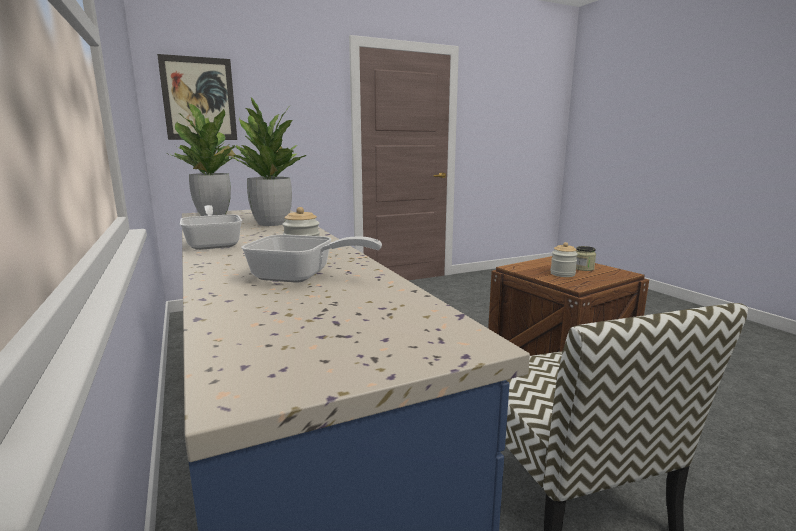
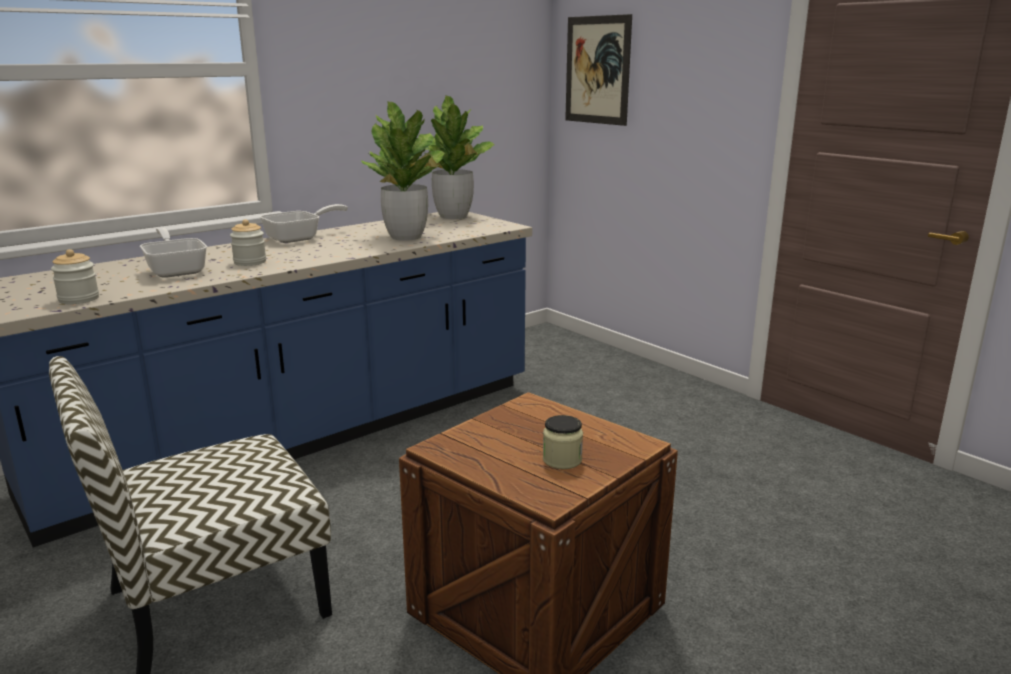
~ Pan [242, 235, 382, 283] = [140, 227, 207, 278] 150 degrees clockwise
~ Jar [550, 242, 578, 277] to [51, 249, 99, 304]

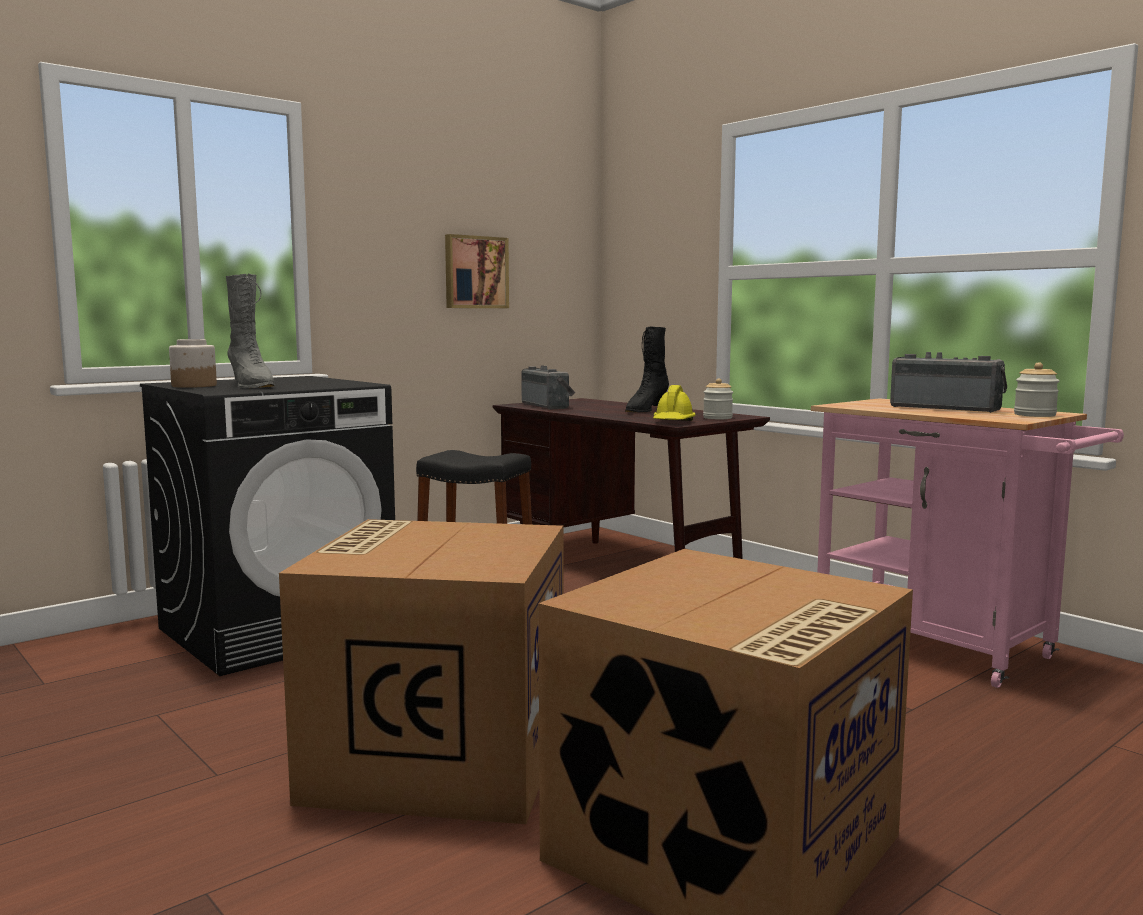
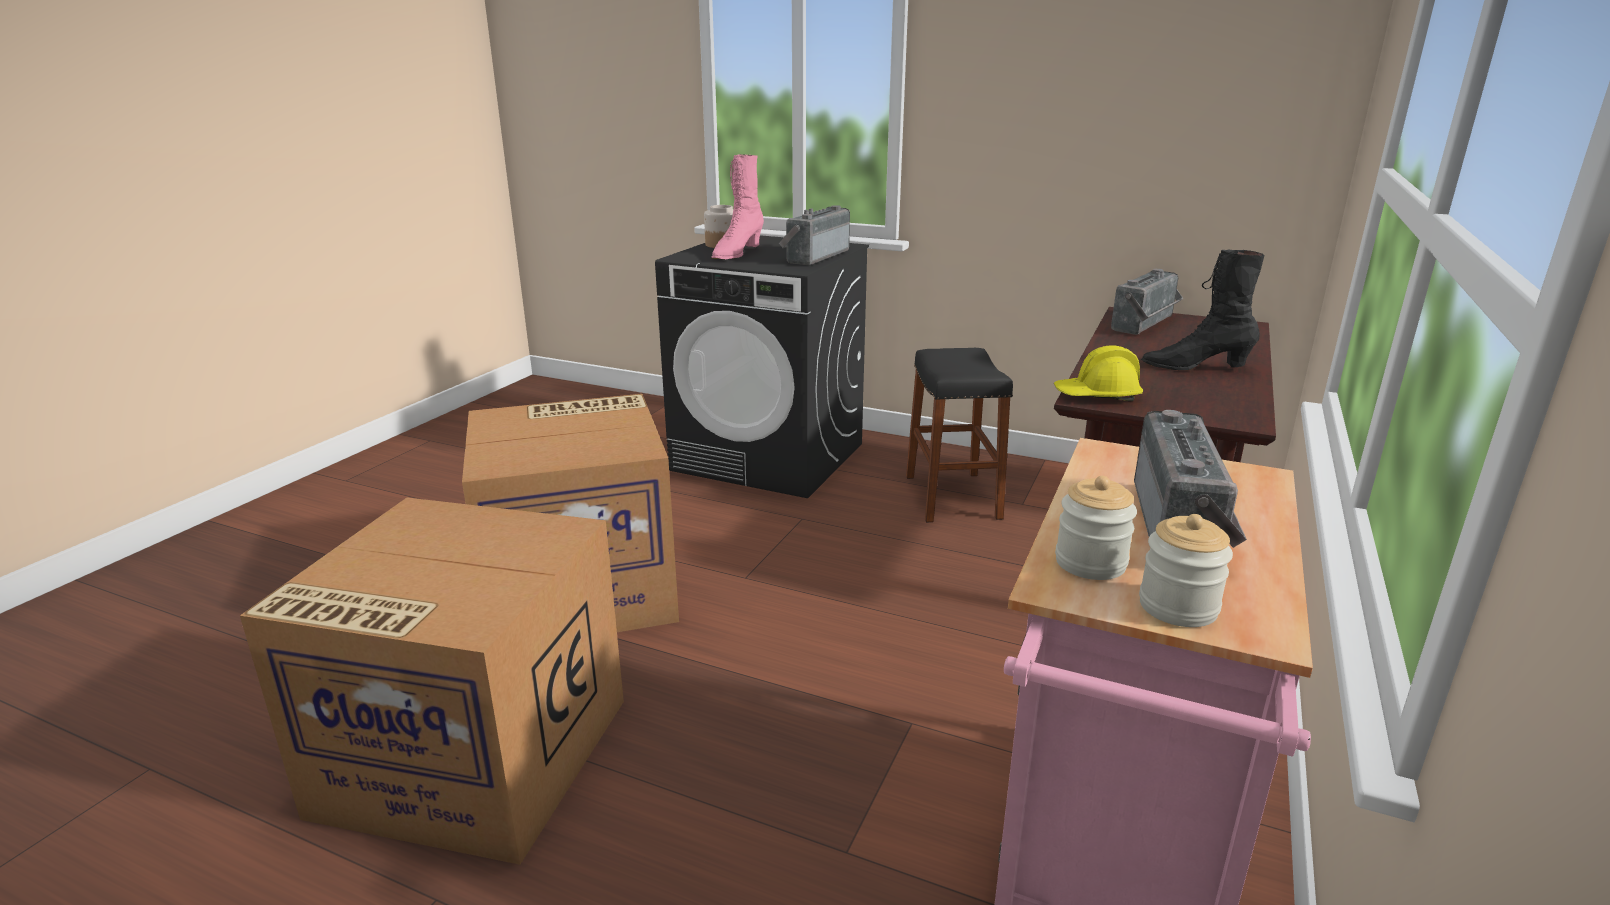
~ GreyHighTopBoot [226, 274, 275, 388] to PinkHighTopBoot [711, 154, 764, 259]
- WallArt [445, 234, 509, 308]
~ Jar [703, 378, 733, 419] to [1055, 476, 1137, 580]
+ RadioSet [779, 205, 850, 265]

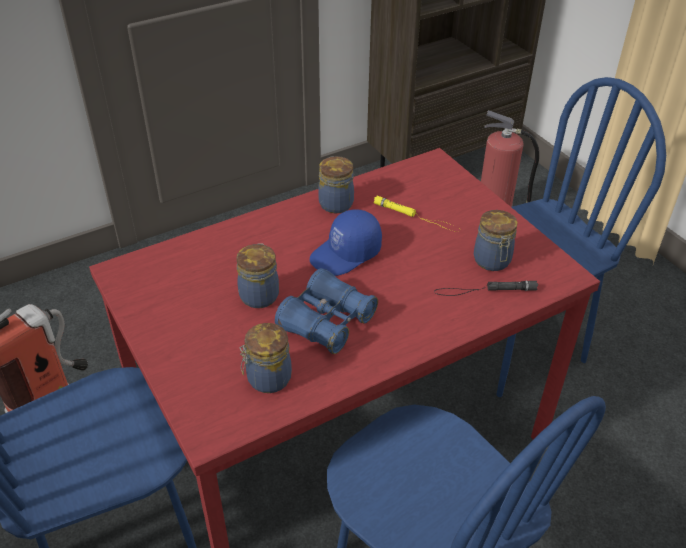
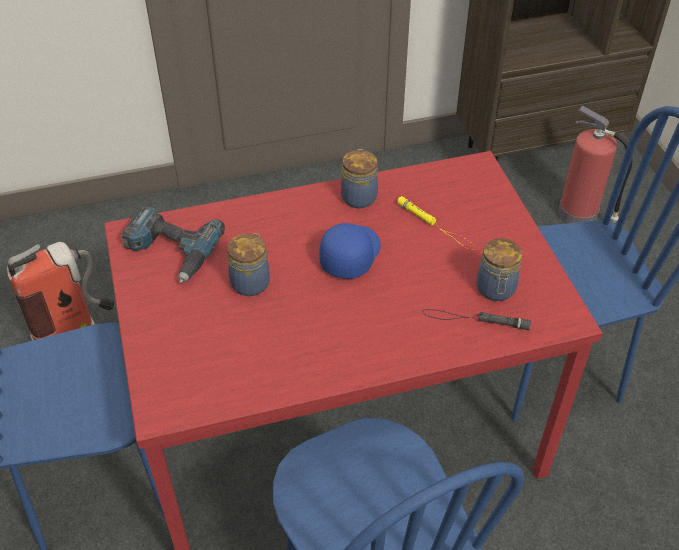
- Jar [239, 323, 292, 393]
- BlueColouredFieldGlasses [275, 268, 378, 354]
~ BlueColouredPeakedCap [310, 209, 382, 276] = [319, 223, 381, 279] 135 degrees clockwise
+ Drill [121, 206, 225, 283]

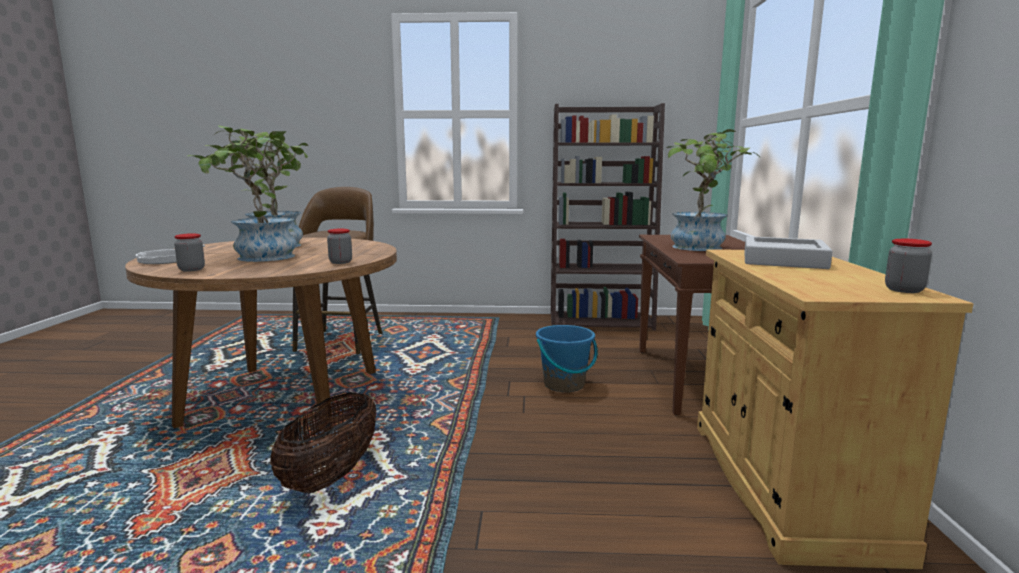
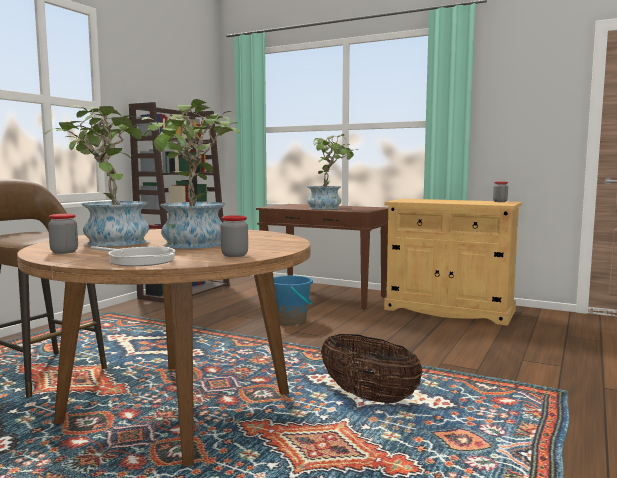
~ Jar [327, 229, 352, 264] to [48, 214, 78, 254]
- GreyTray [744, 236, 833, 269]

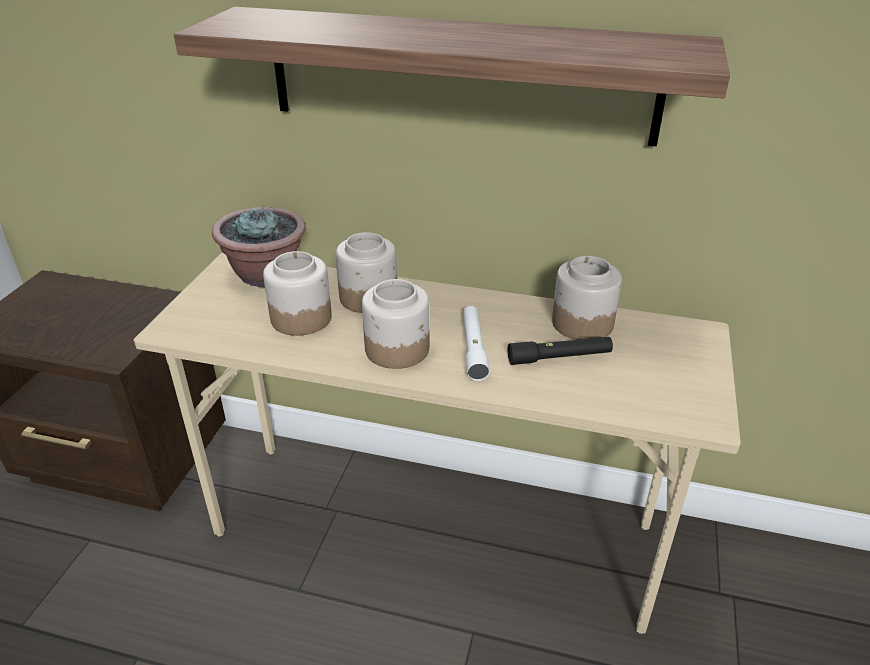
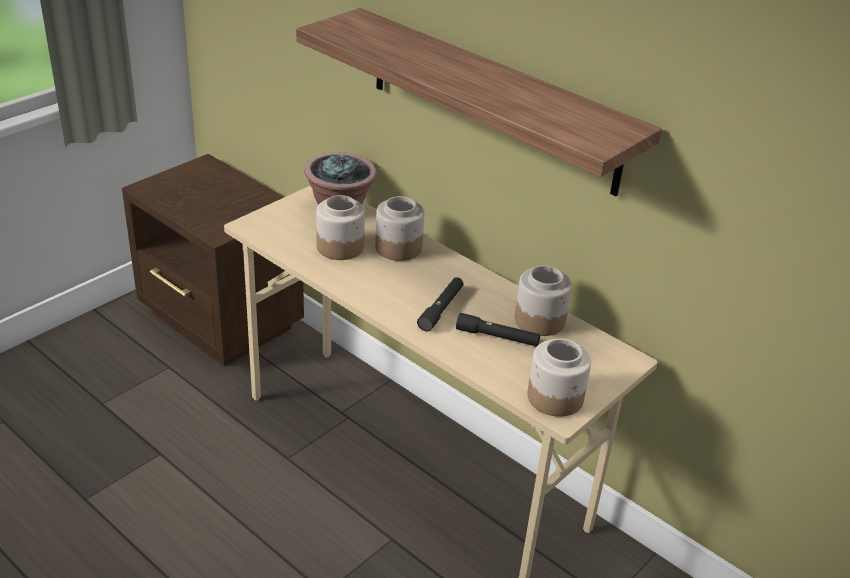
~ Jar [362, 279, 429, 369] to [527, 339, 591, 417]
~ WhiteTorch [463, 306, 490, 381] to BlackColouredTorch [417, 277, 463, 332]

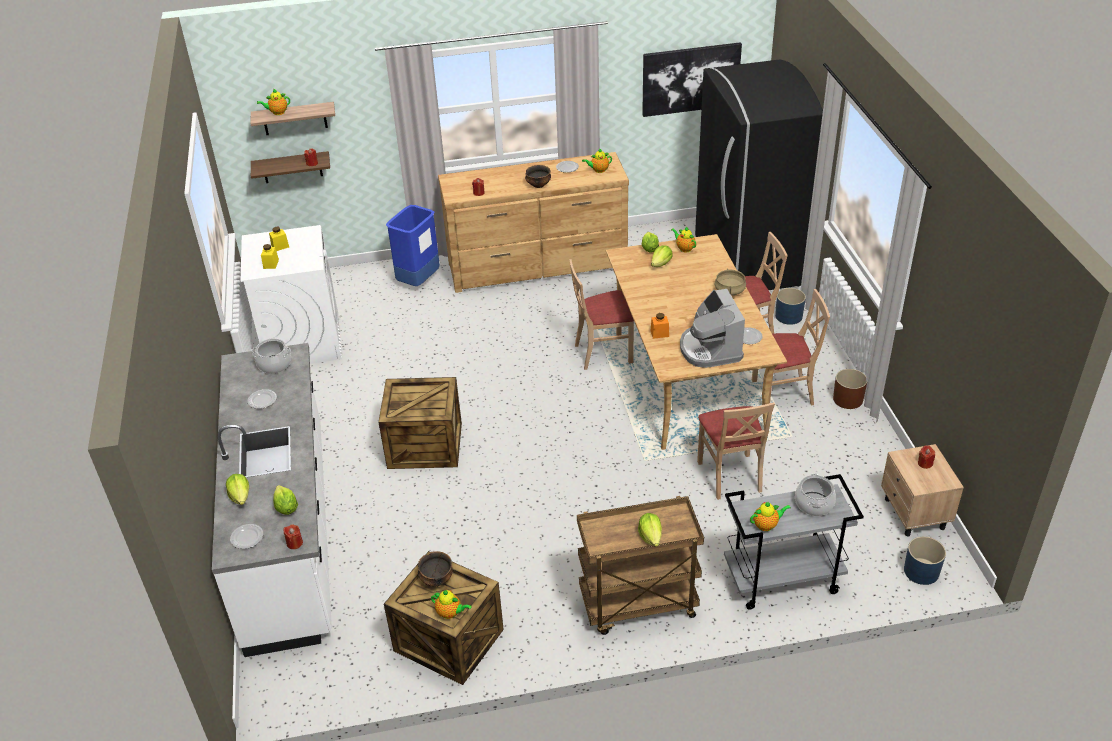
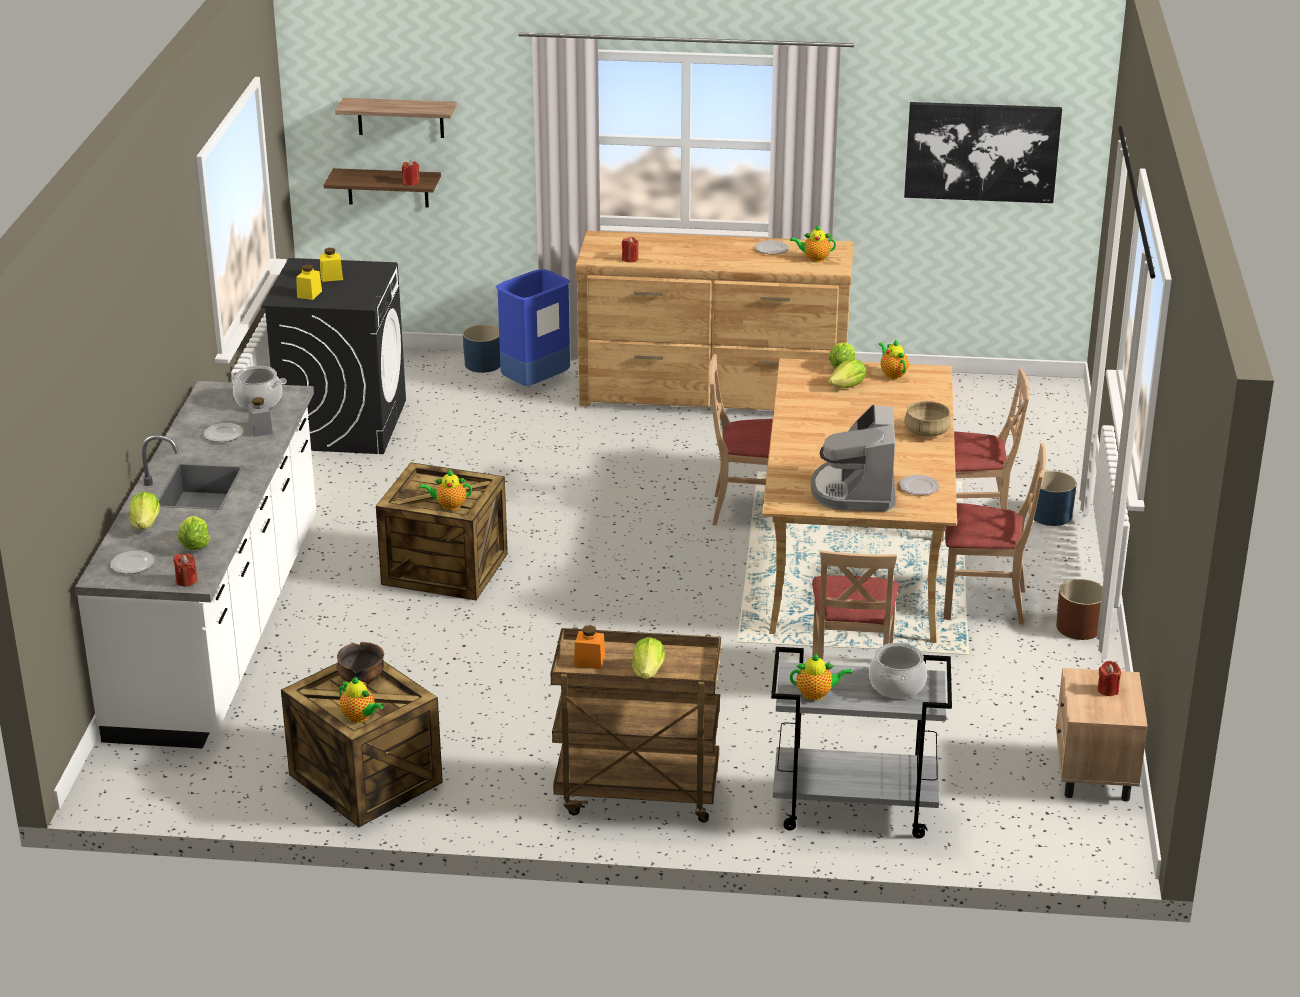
~ WhiteLaundryAppliance [241, 225, 342, 364] to BlackColouredLaundryAppliance [261, 258, 406, 454]
~ PotForTea [257, 88, 290, 115] to [420, 470, 472, 510]
- Bowl [525, 165, 551, 188]
~ OrangeJar [651, 313, 669, 339] to [574, 625, 605, 669]
- BlackColouredRefrigerator [695, 59, 823, 290]
~ BlueColouredPlanter [904, 536, 946, 585] to [463, 325, 500, 373]
+ GreyJar [248, 397, 273, 437]

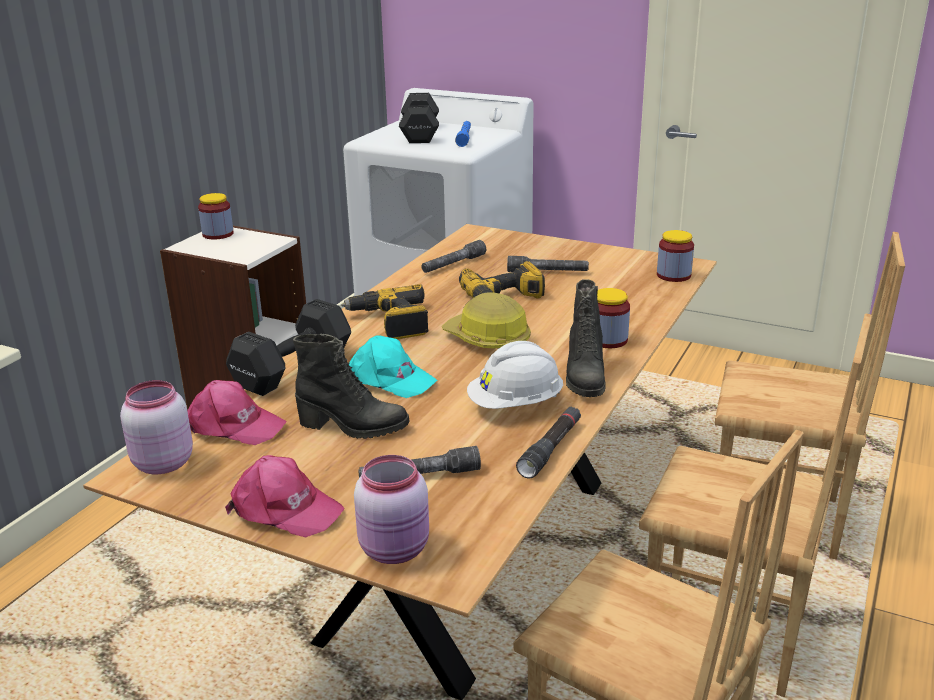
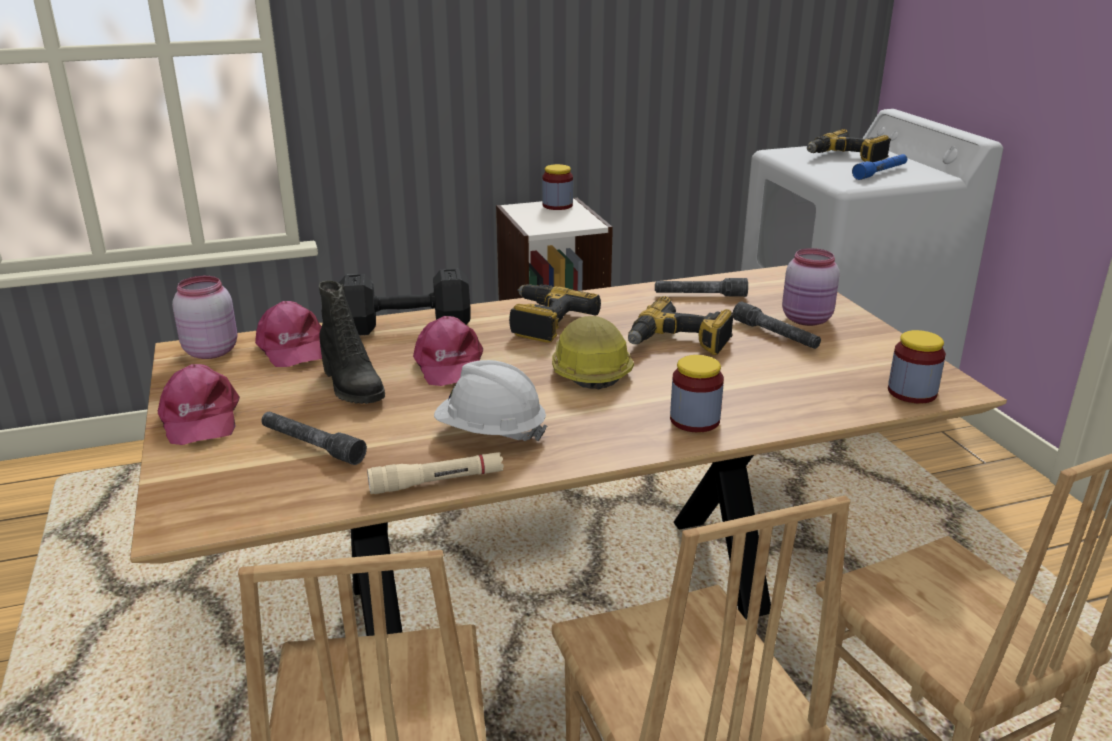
~ TurquoisePeakedCap [349, 336, 437, 398] to PinkPeakedCap [413, 316, 483, 386]
~ PinkJar [354, 455, 429, 564] to [782, 248, 840, 326]
~ BlackColouredDumbbell [399, 93, 439, 143] to Drill [807, 129, 891, 162]
~ BlackColouredTorch [516, 406, 581, 479] to SandColouredTorch [367, 452, 504, 494]
- BlackColouredHighTopBoot [566, 279, 605, 397]

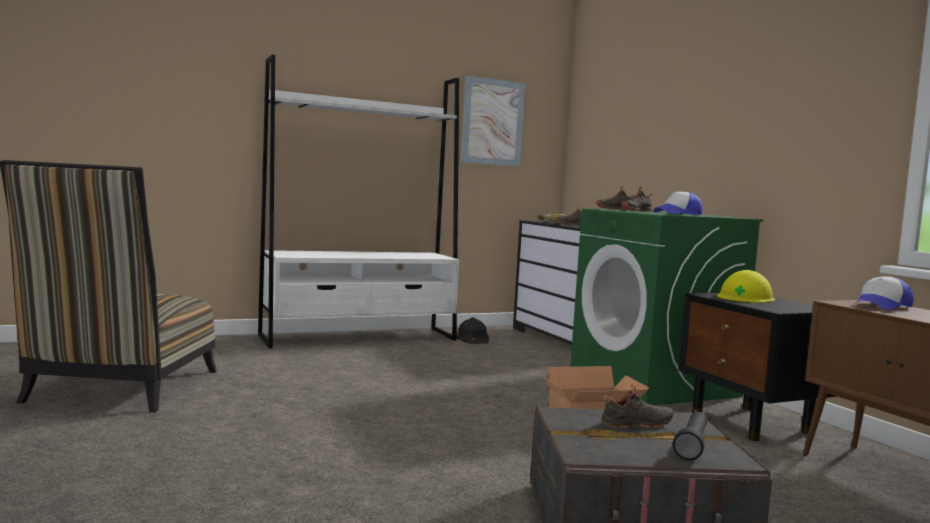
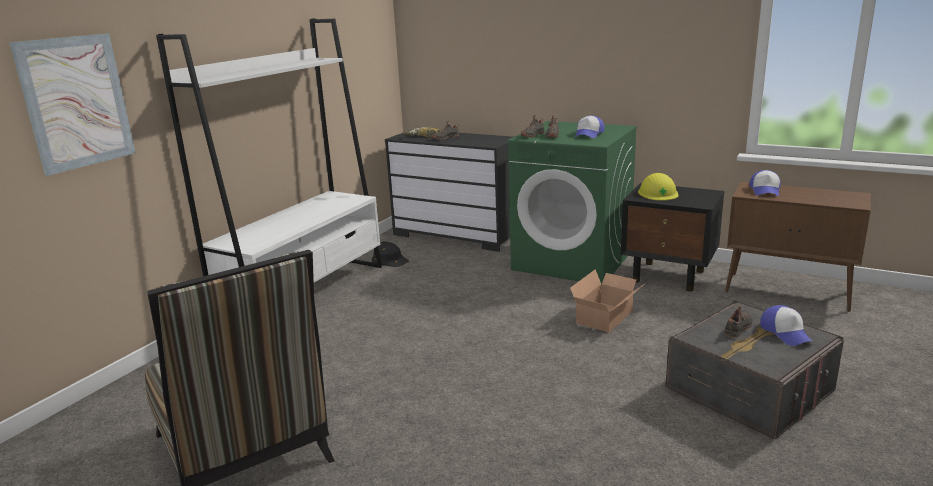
~ WallArt [461, 76, 525, 167] to [9, 33, 135, 176]
~ BlackColouredTorch [673, 412, 707, 460] to PeakedCap [760, 305, 812, 346]

